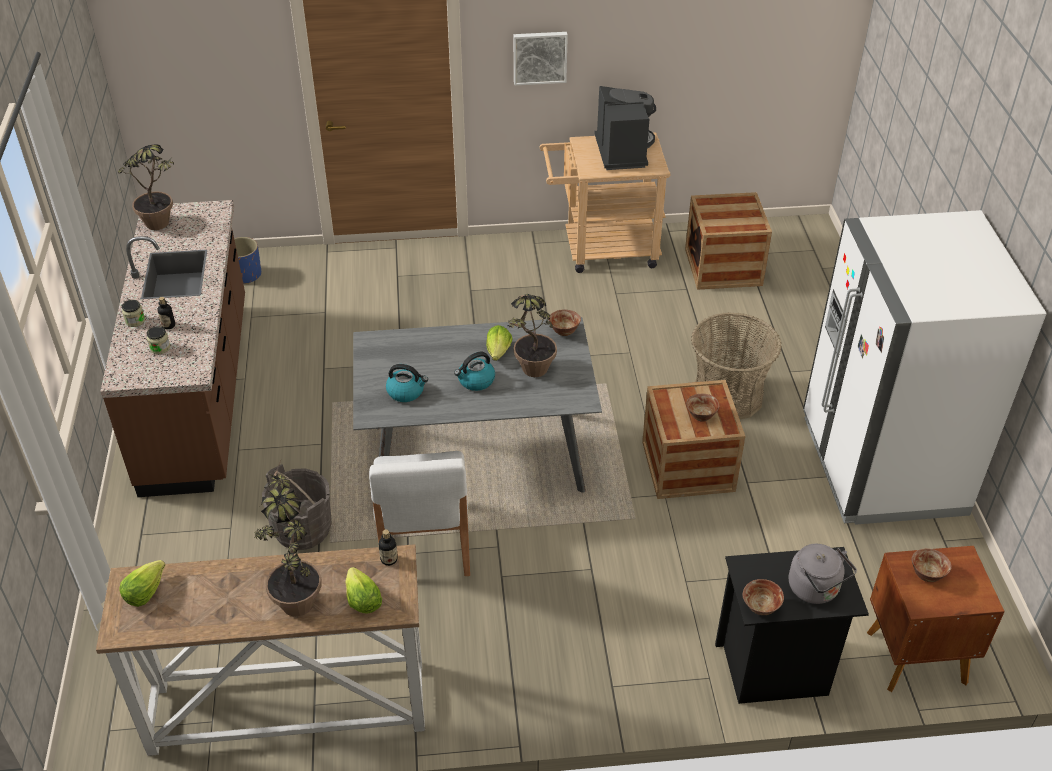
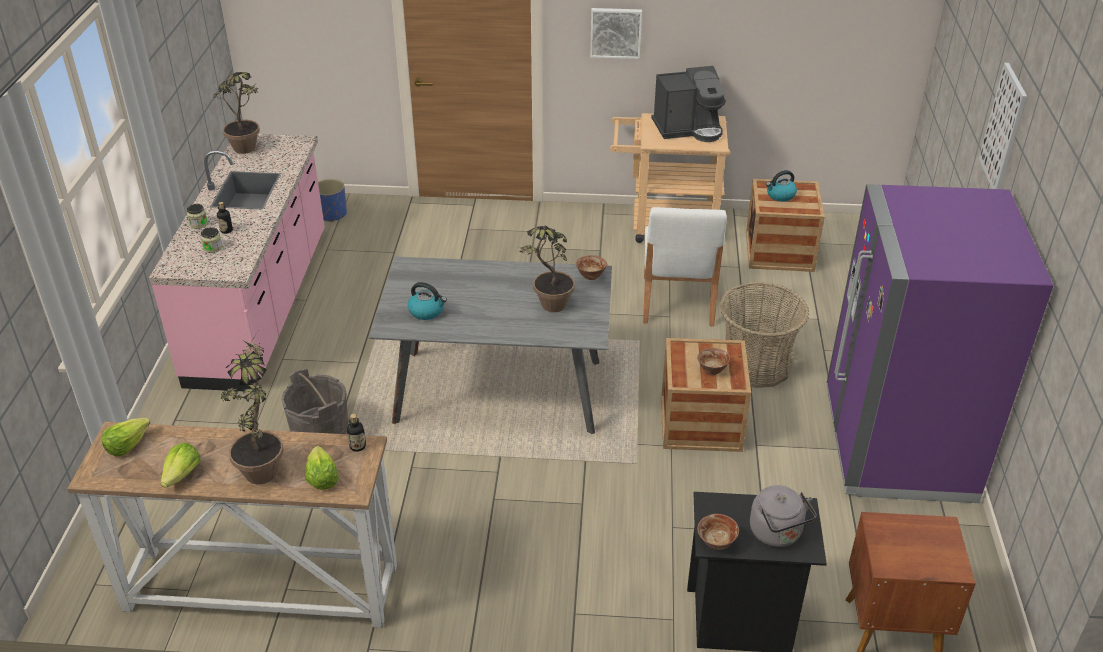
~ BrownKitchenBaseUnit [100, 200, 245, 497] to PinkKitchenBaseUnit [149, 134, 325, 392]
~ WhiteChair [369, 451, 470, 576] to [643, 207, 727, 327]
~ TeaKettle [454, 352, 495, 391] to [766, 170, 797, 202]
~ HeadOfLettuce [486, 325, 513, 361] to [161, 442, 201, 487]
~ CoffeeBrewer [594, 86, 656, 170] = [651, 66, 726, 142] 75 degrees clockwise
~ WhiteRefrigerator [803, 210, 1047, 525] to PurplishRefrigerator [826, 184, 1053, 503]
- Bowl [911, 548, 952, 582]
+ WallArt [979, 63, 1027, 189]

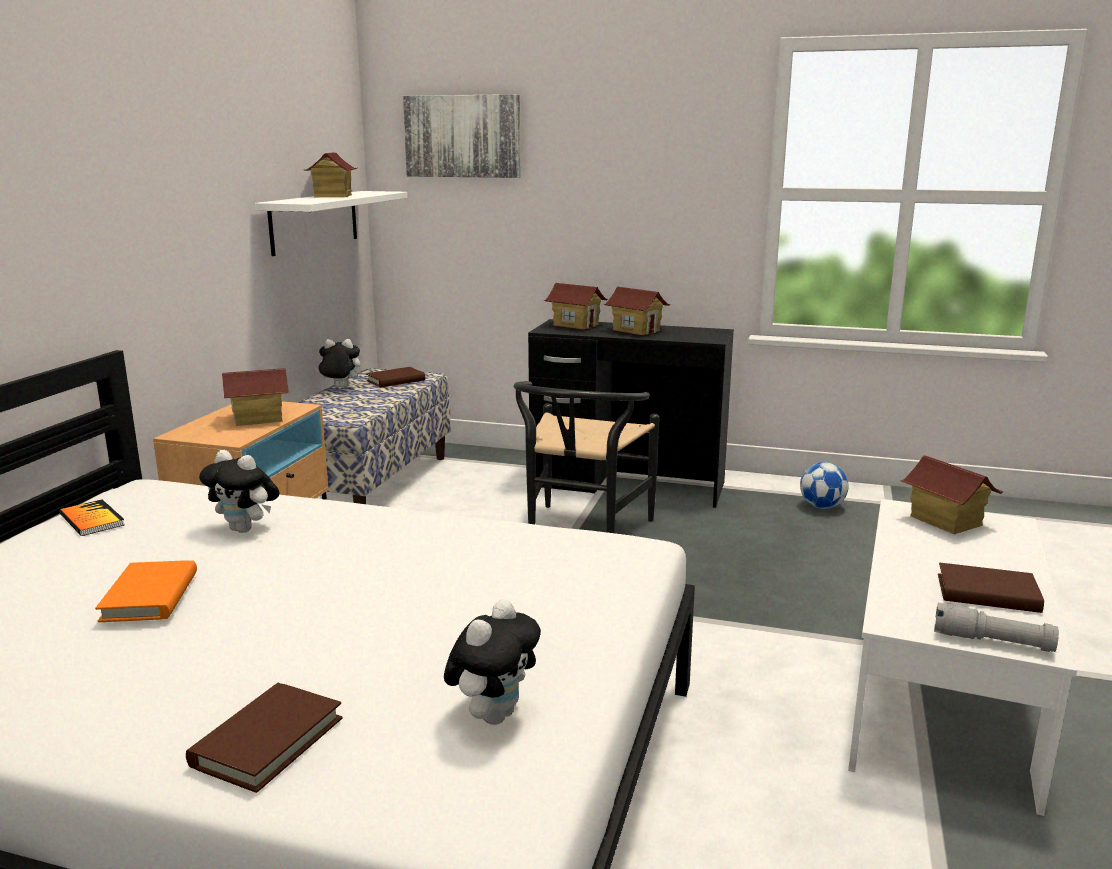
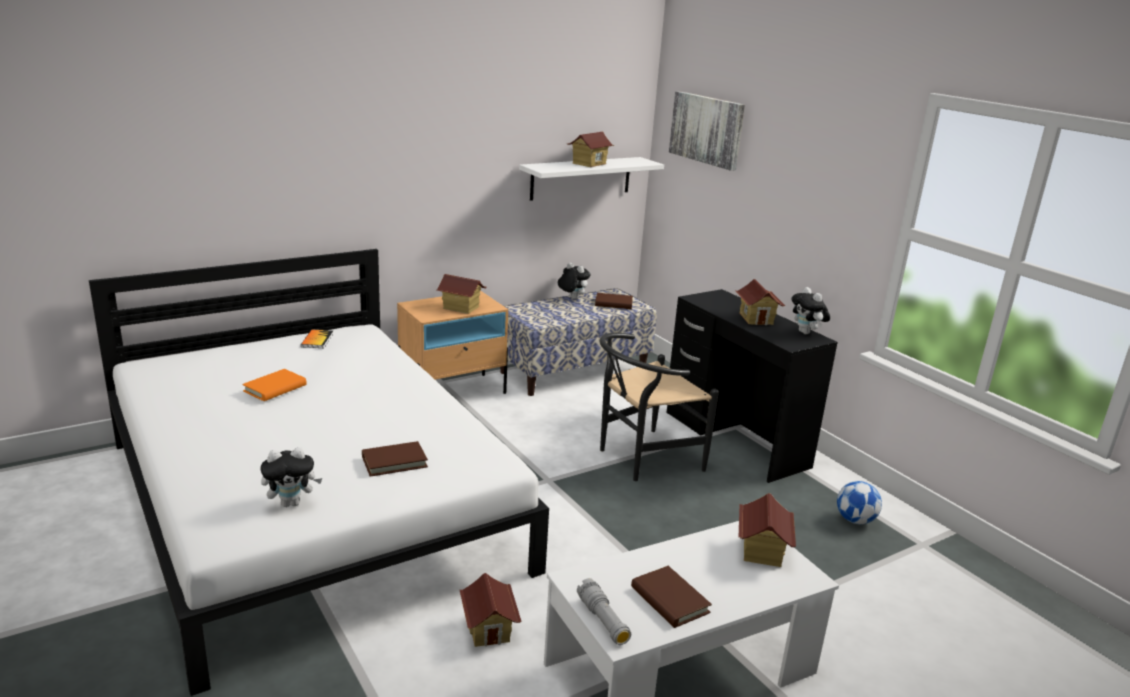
~ BrownVolume [186, 683, 343, 793] to [362, 441, 428, 477]
~ PlushToy [199, 450, 279, 533] to [791, 287, 830, 334]
~ ToyHouse [544, 283, 608, 329] to [460, 573, 522, 647]

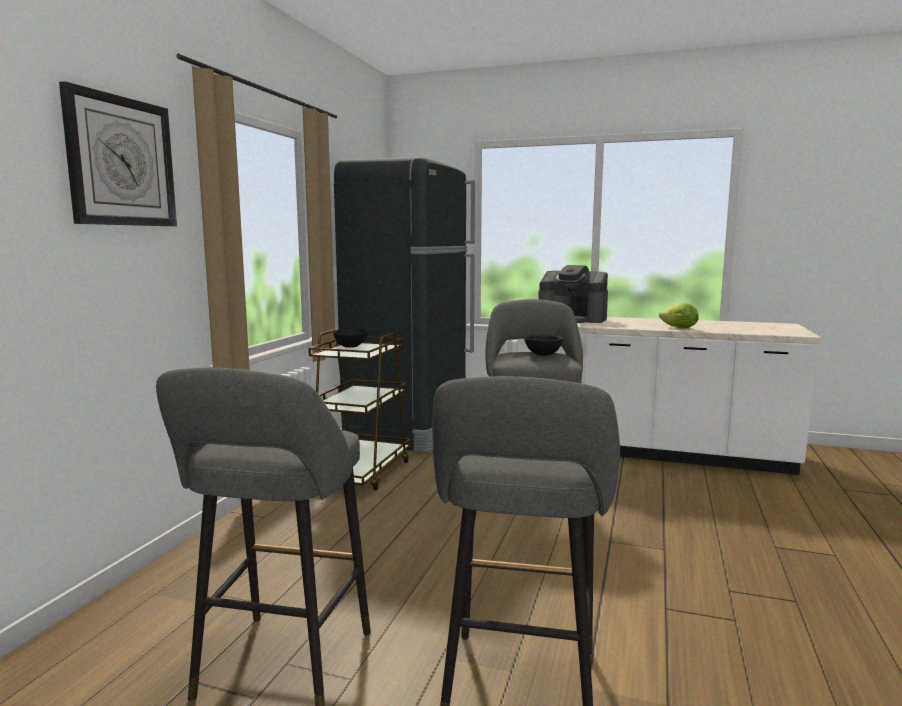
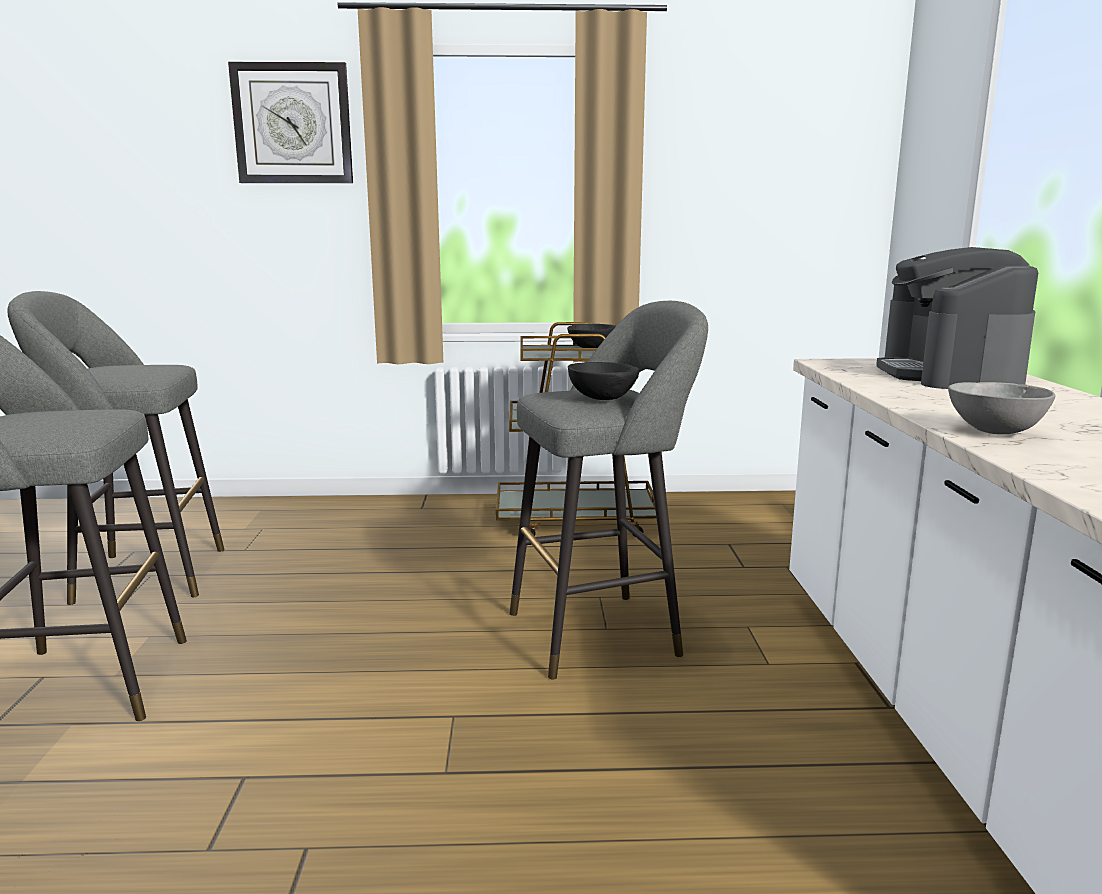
- BlackColouredRefrigerator [334, 157, 475, 453]
~ HeadOfLettuce [659, 303, 699, 328] to GreyBowl [948, 382, 1056, 434]

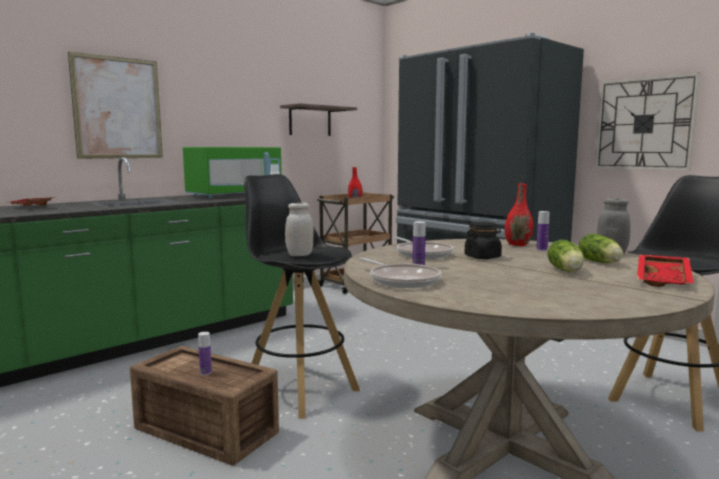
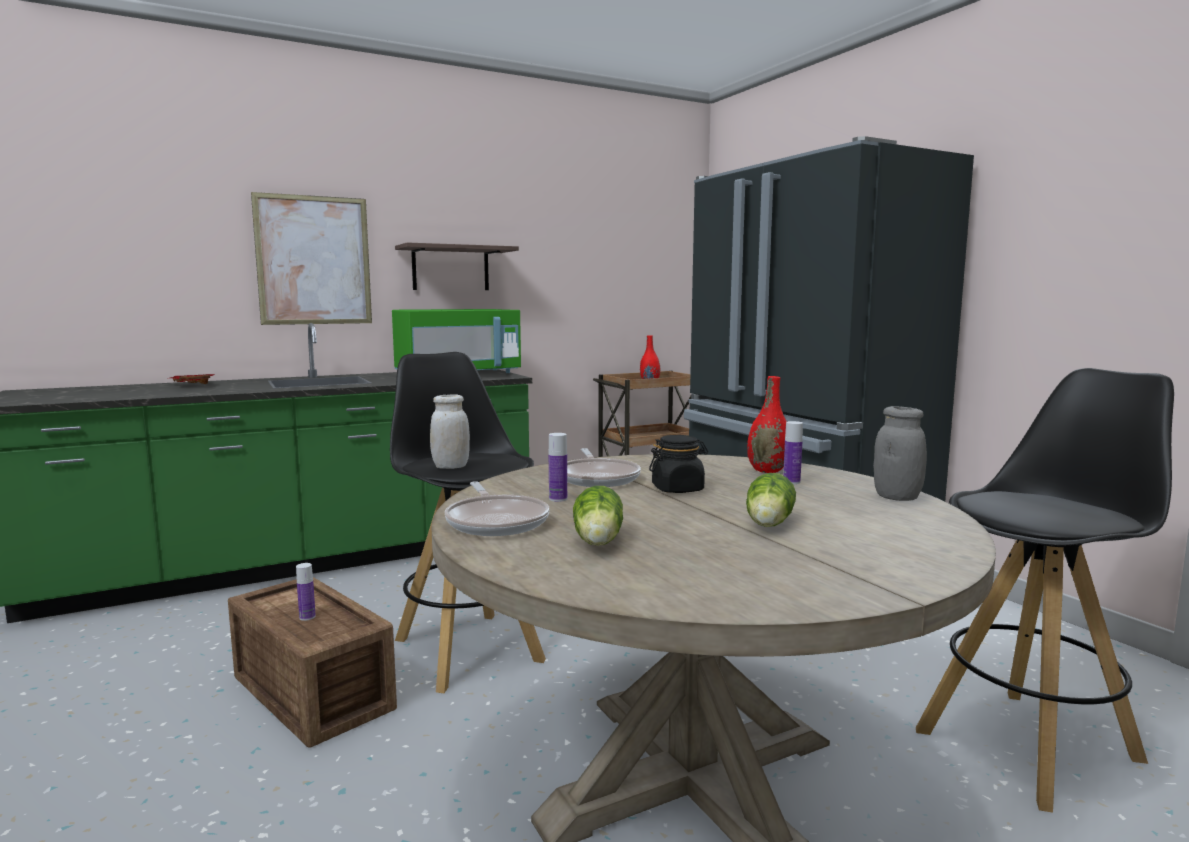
~ Shelf [280, 103, 357, 136] to [395, 242, 519, 290]
~ HeadOfLettuce [578, 234, 623, 263] to [573, 486, 623, 546]
- ClockOnTheWall [594, 72, 701, 171]
- RedColouredTray [637, 255, 694, 287]

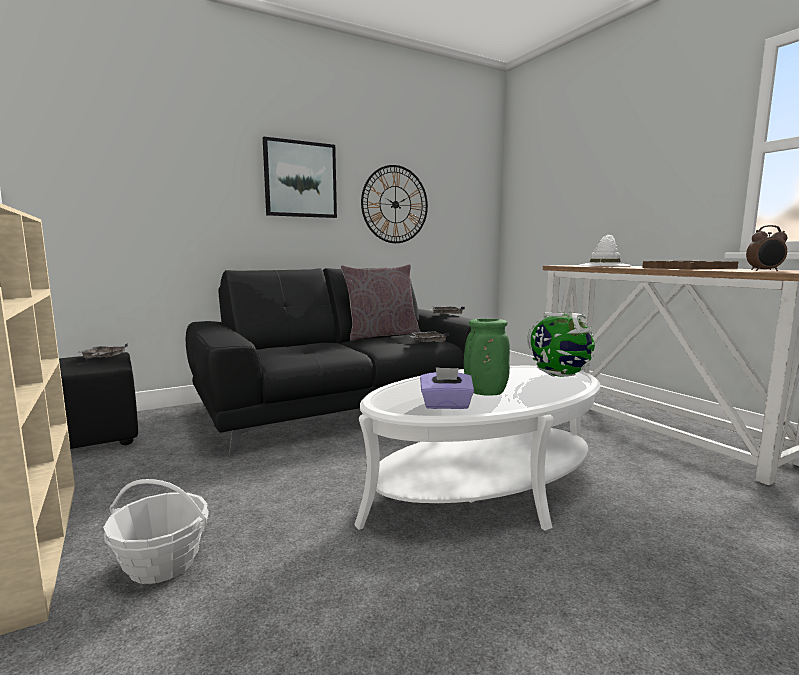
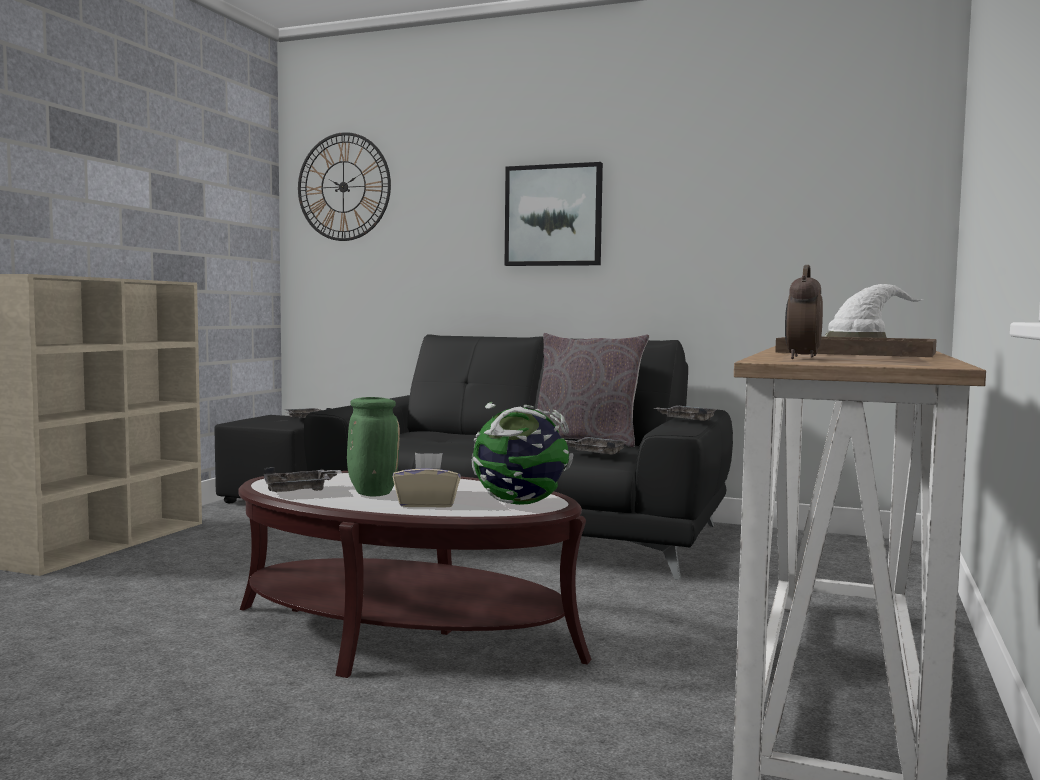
- StorageBasket [103, 479, 209, 584]
~ WhiteLowTable [354, 366, 601, 531] to BrownLowTable [238, 471, 591, 678]
~ ClockOnTheWall [361, 165, 428, 243] to [298, 132, 391, 241]
~ PurplishTissueBox [420, 367, 474, 409] to GreyTray [264, 467, 342, 492]
~ AlarmClock [746, 225, 788, 271] = [785, 265, 823, 359] 60 degrees clockwise
+ SandColouredTissueBox [393, 453, 461, 508]

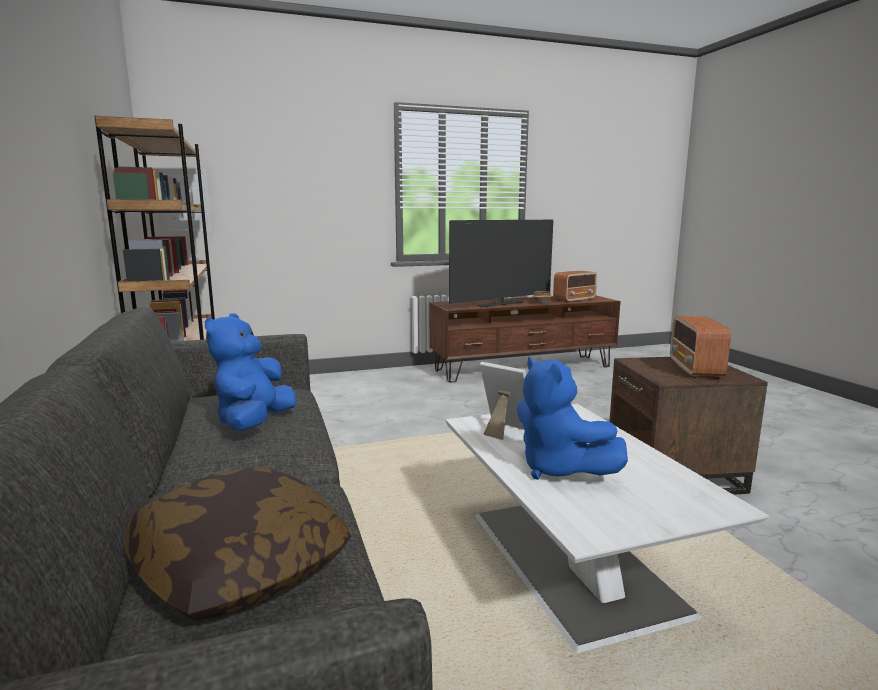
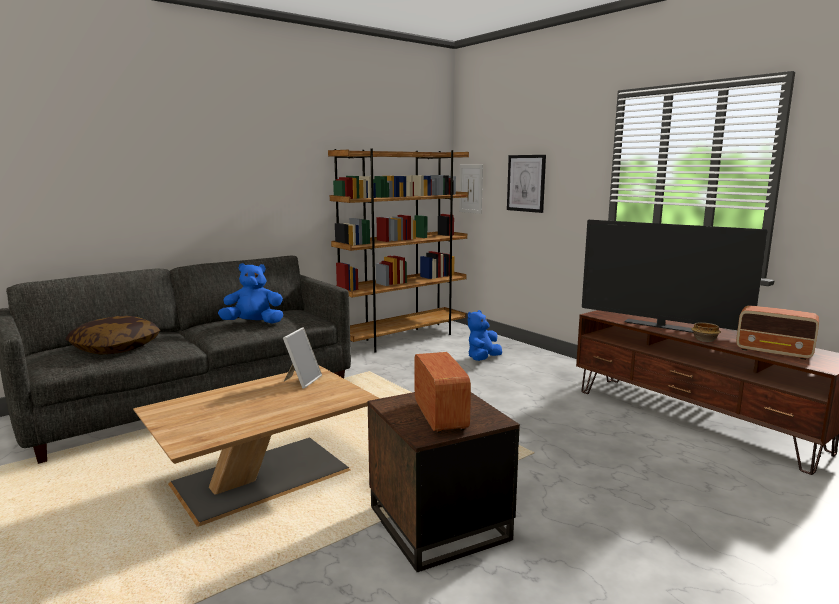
~ WhiteLowTable [446, 404, 769, 653] to BrownLowTable [133, 365, 380, 527]
~ BlueColouredPlushToy [517, 357, 628, 479] to [468, 310, 502, 361]
~ RadioSet [670, 316, 731, 379] = [414, 352, 471, 433] 90 degrees clockwise
+ WallArt [507, 155, 546, 213]

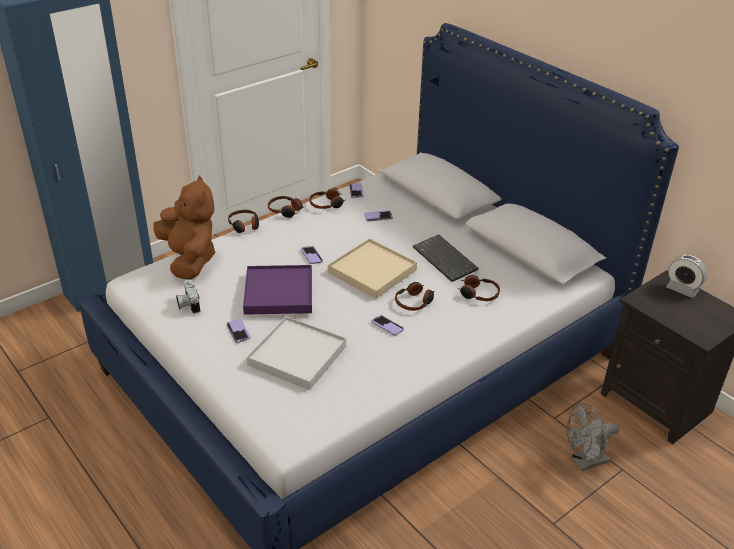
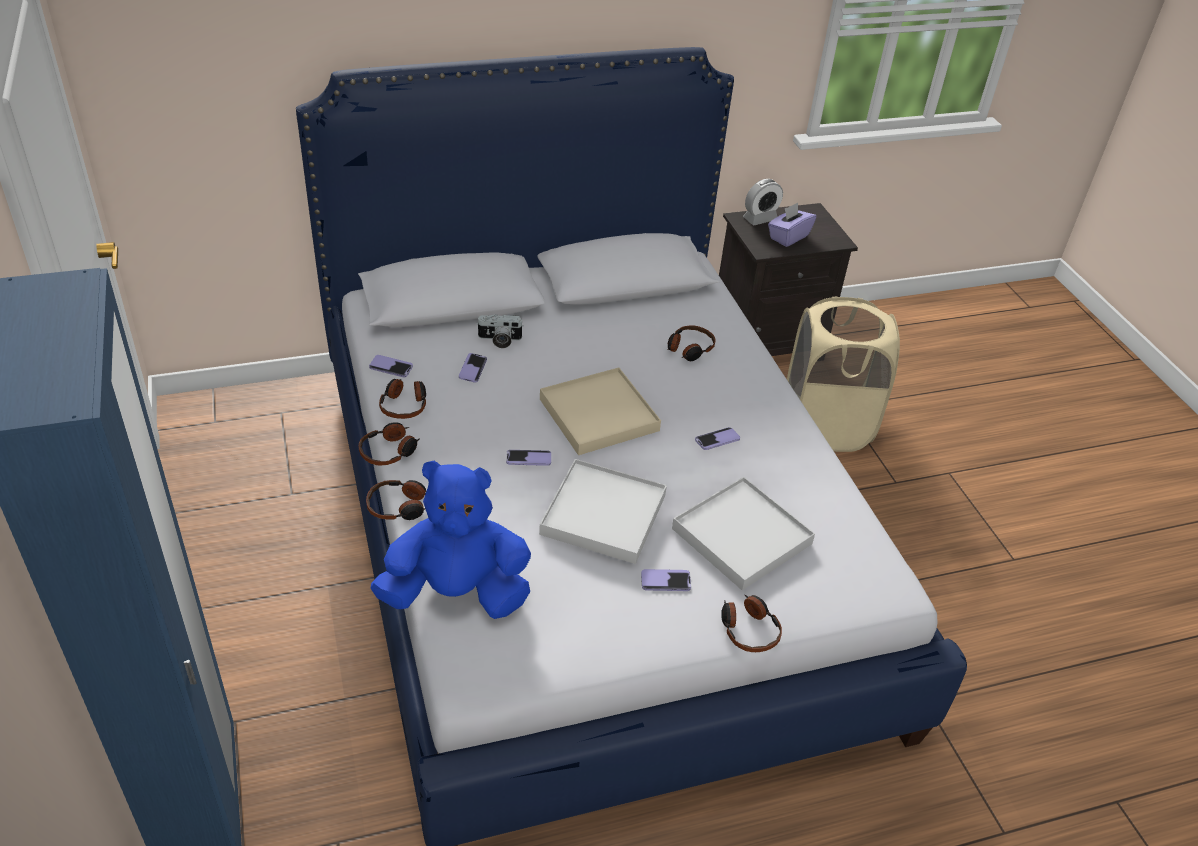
~ BrownPlushToy [153, 176, 216, 280] to BlueColouredPlushToy [370, 461, 531, 619]
~ StillCamera [176, 279, 200, 314] to [476, 314, 524, 348]
~ PurplishTray [243, 265, 312, 315] to WhiteTray [539, 459, 667, 564]
~ PairOfHeadphones [395, 282, 434, 311] to [721, 594, 782, 652]
- PcKeyboard [413, 234, 479, 282]
~ GreyFan [566, 403, 620, 471] to SandColouredLaundryBasket [787, 297, 900, 452]
+ PurplishTissueBox [768, 203, 816, 247]

